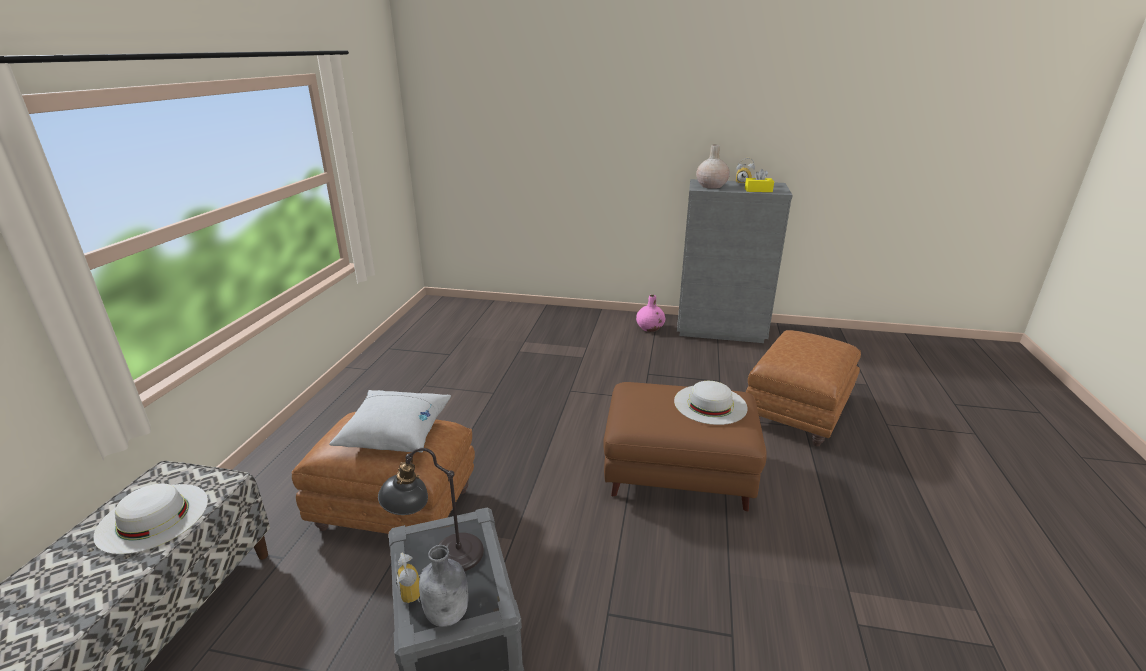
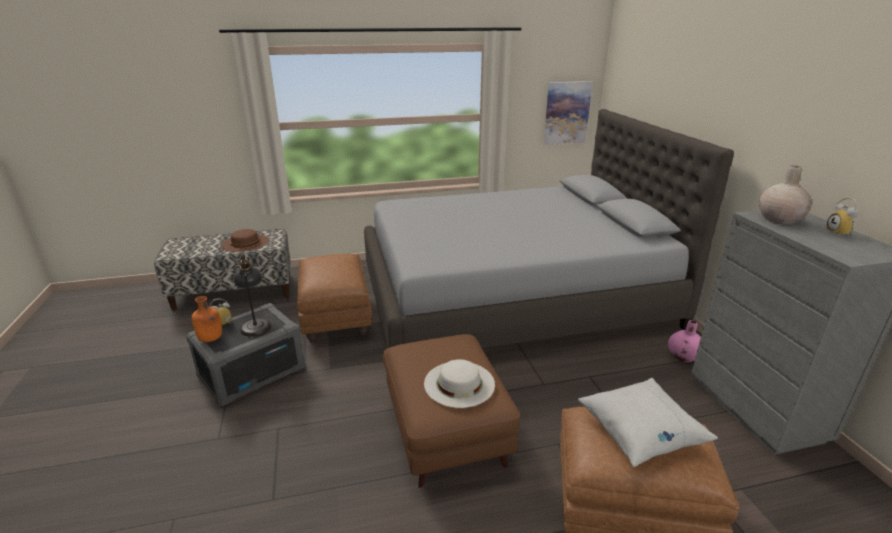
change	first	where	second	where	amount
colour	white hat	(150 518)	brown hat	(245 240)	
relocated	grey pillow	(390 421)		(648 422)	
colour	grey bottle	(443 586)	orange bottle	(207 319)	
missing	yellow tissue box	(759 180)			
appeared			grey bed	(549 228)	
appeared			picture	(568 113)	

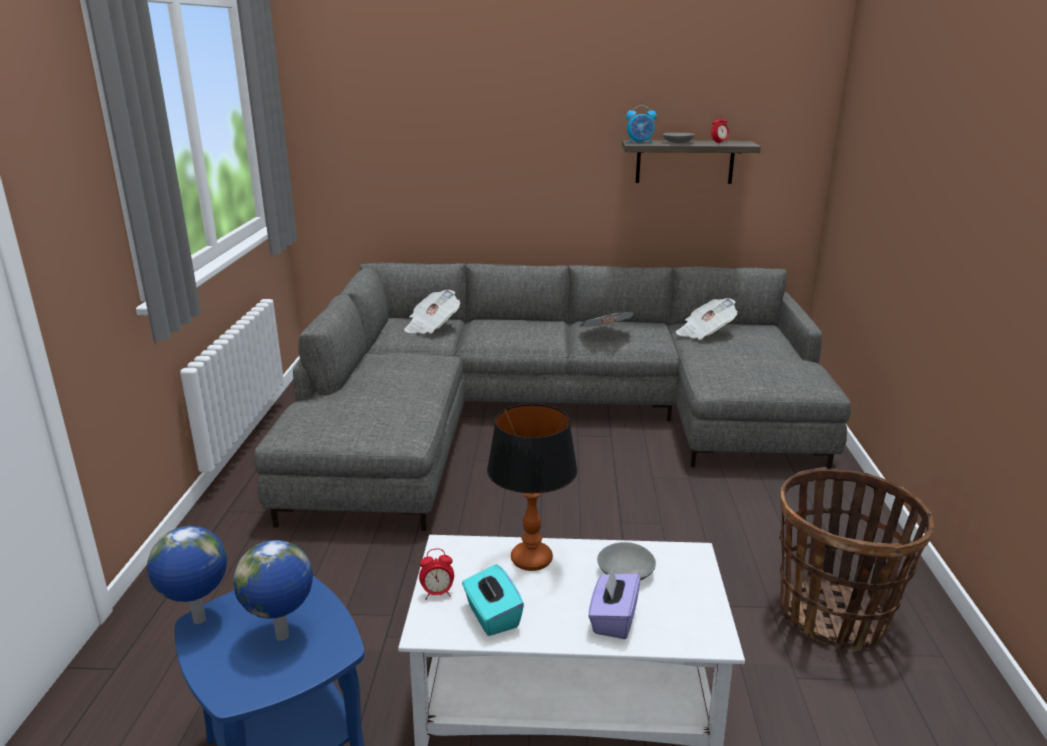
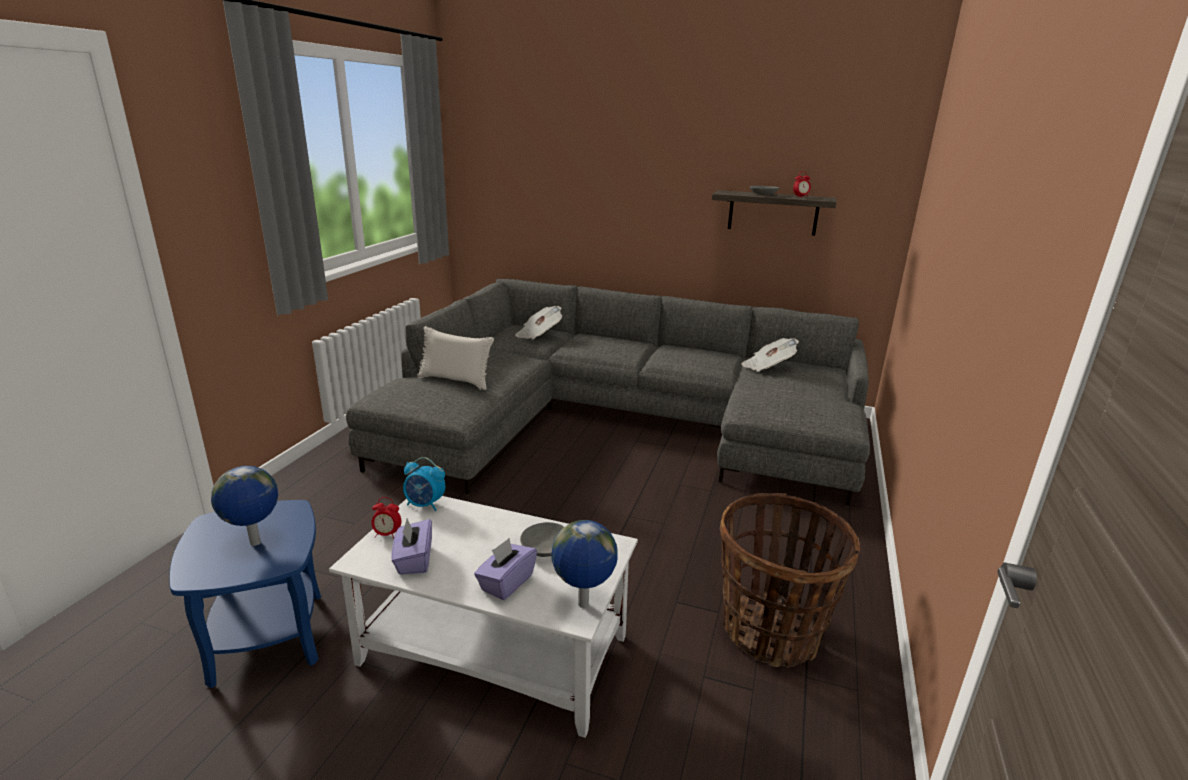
change	first	where	second	where	amount
relocated	globe	(187 575)		(584 564)	
colour	turquoise tissue box	(493 600)	purple tissue box	(411 547)	
missing	table lamp	(532 487)			
missing	newspaper	(606 319)			
relocated	alarm clock	(641 124)		(424 484)	
appeared			white pillow	(455 358)	

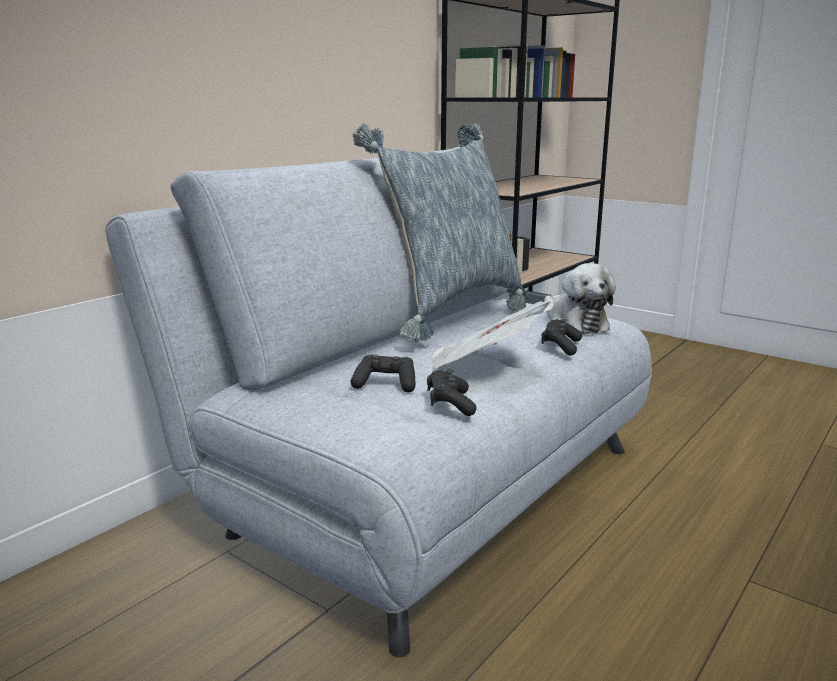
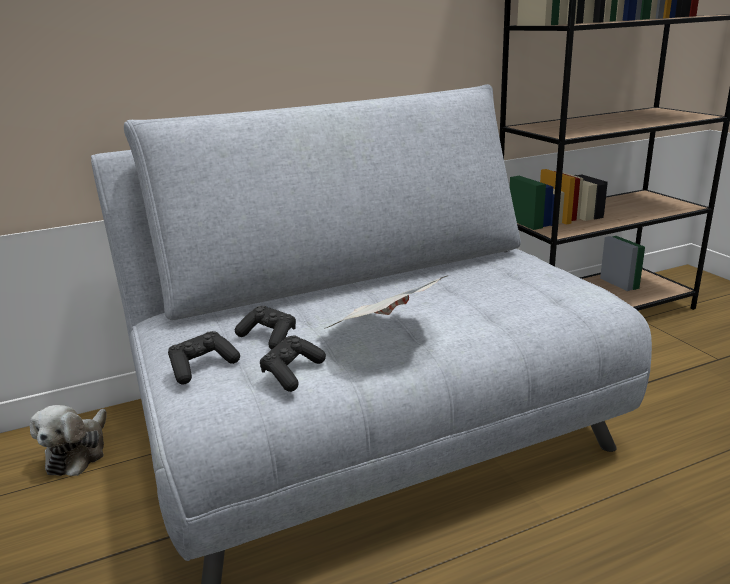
change	first	where	second	where	amount
missing	pillow	(440 232)			
relocated	black game controller	(561 337)		(204 358)	
relocated	plush toy	(580 299)		(68 440)	

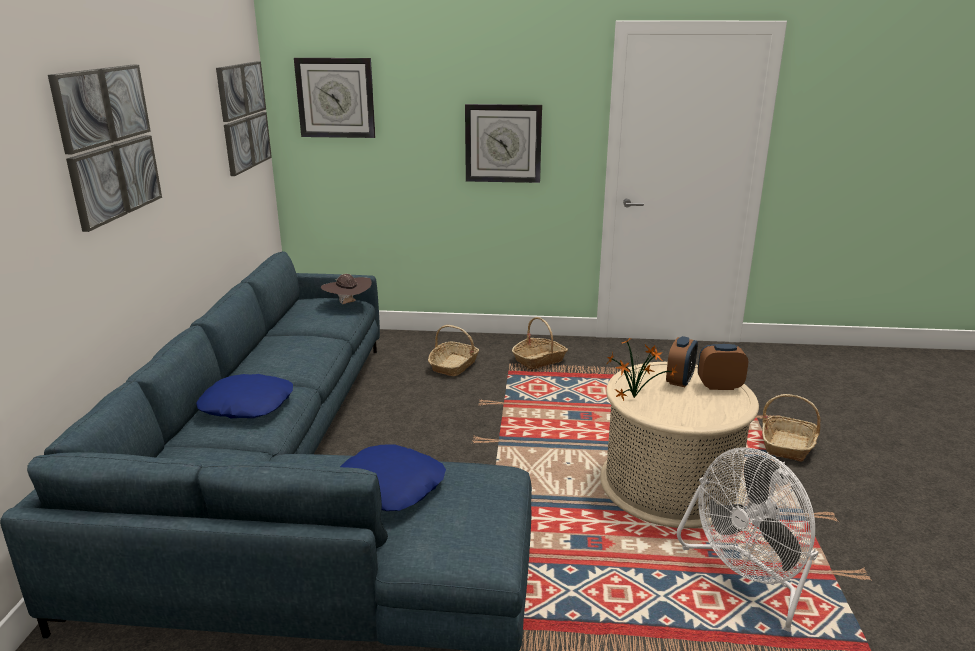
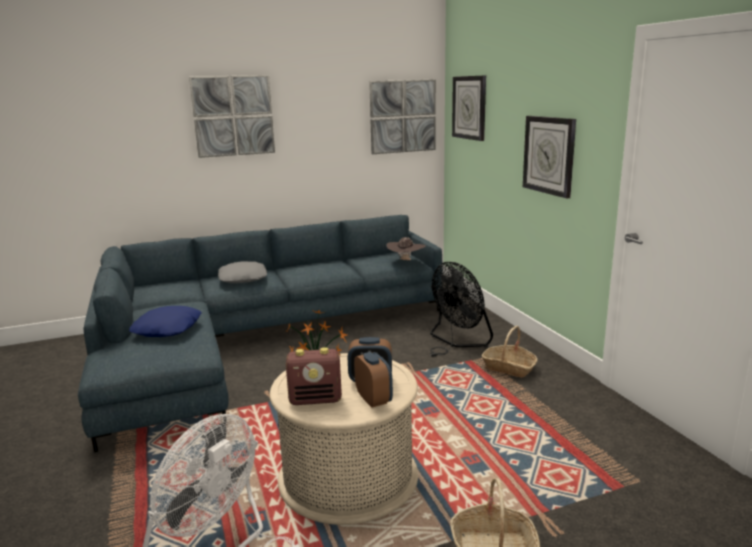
change	first	where	second	where	amount
colour	blue pillow	(244 396)	grey pillow	(242 272)	
exchanged	basket	(453 350)	black fan	(461 309)	
appeared			radio	(314 376)	

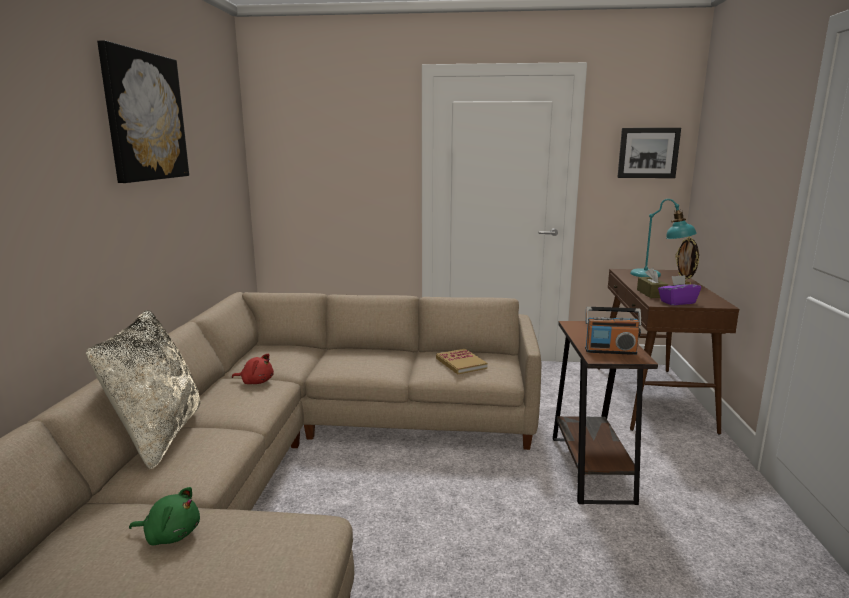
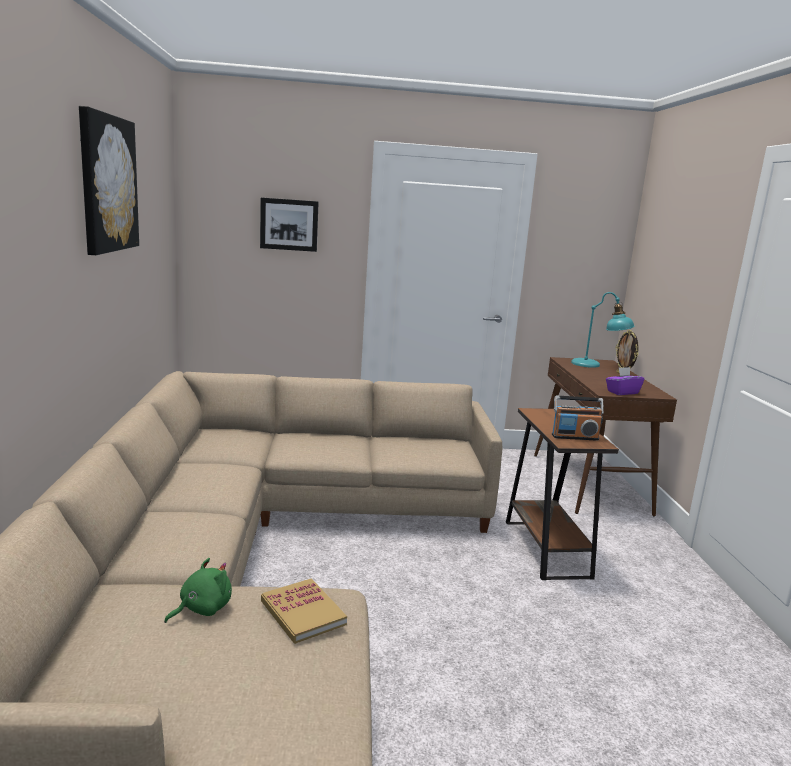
change	first	where	second	where	amount
missing	beige pillow	(143 389)			
spun	green plush toy	(164 516)		(198 590)	45 degrees counterclockwise
missing	red plush toy	(253 368)			
relocated	book	(462 361)		(304 611)	
relocated	picture	(649 153)		(289 224)	
missing	brown tissue box	(652 283)			

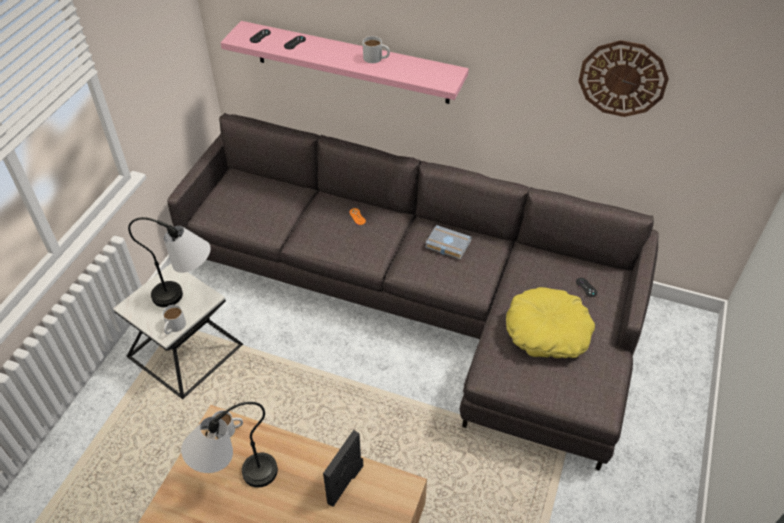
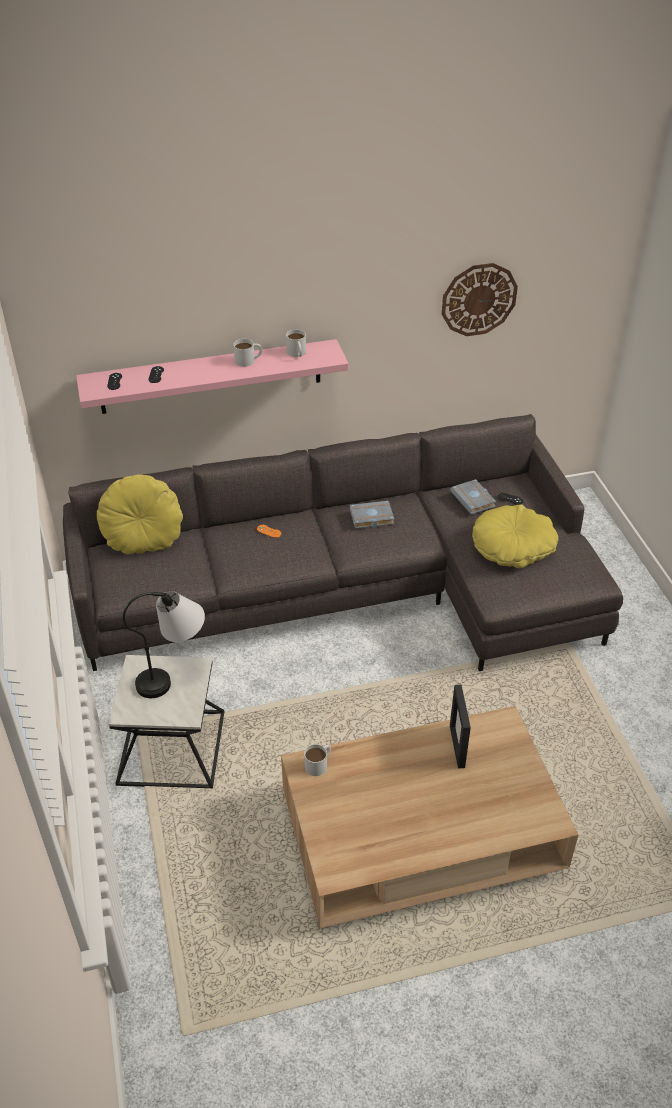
change	first	where	second	where	amount
relocated	white mug	(174 319)		(296 343)	
missing	table lamp	(229 445)			
appeared			yellow pillow	(140 514)	
appeared			grey book	(473 497)	

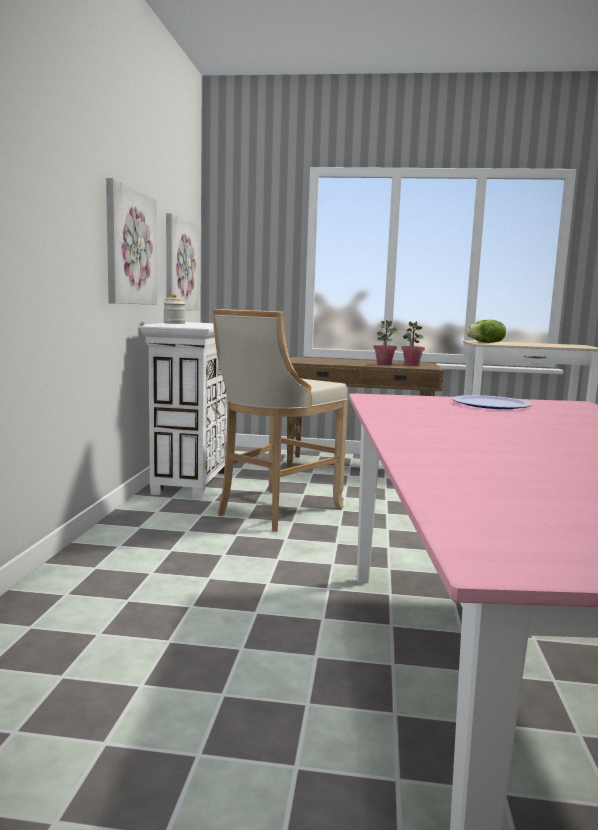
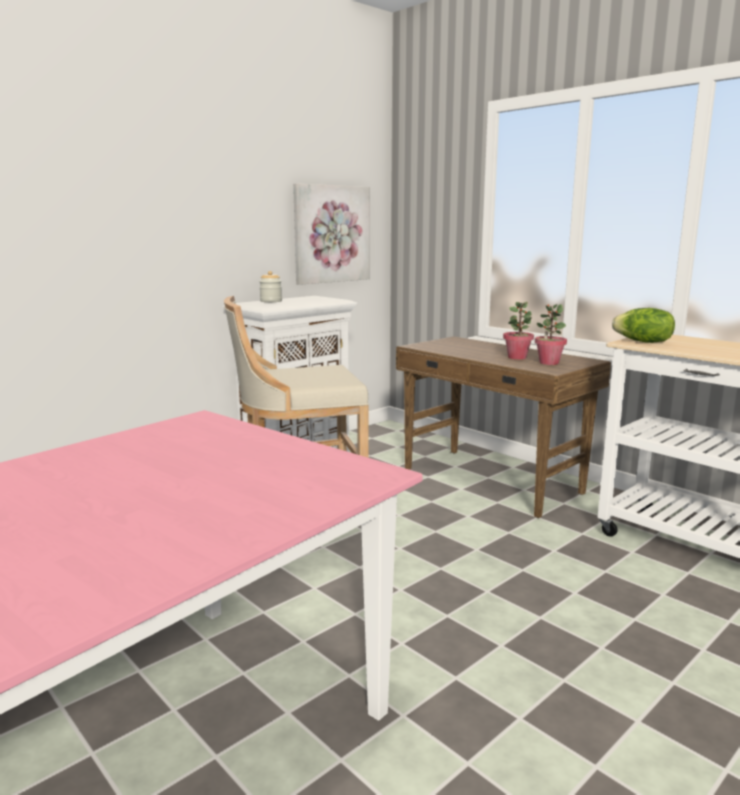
change	first	where	second	where	amount
missing	picture	(131 241)			
missing	plate	(492 402)			

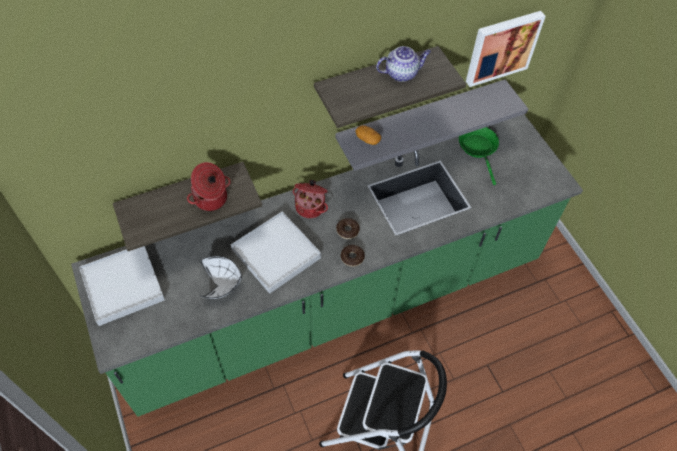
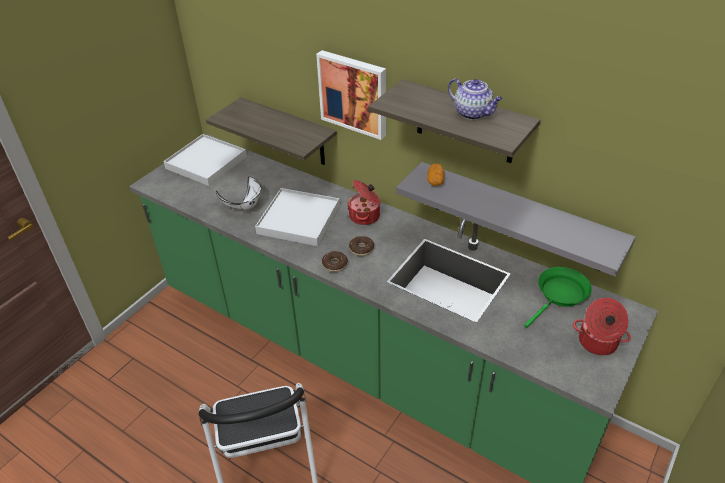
change	first	where	second	where	amount
relocated	cooking pot	(209 186)		(602 326)	
relocated	picture	(506 49)		(351 95)	

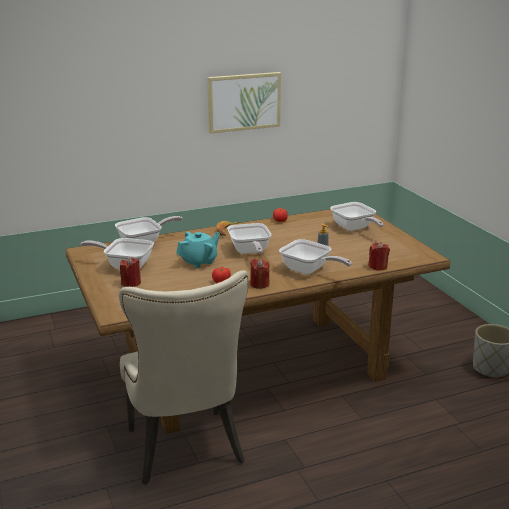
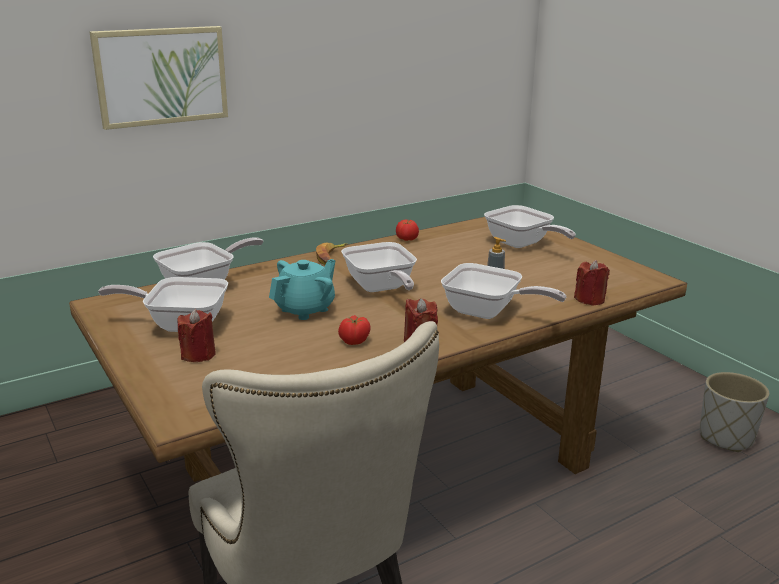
change	first	where	second	where	amount
relocated	picture	(244 102)		(159 78)	

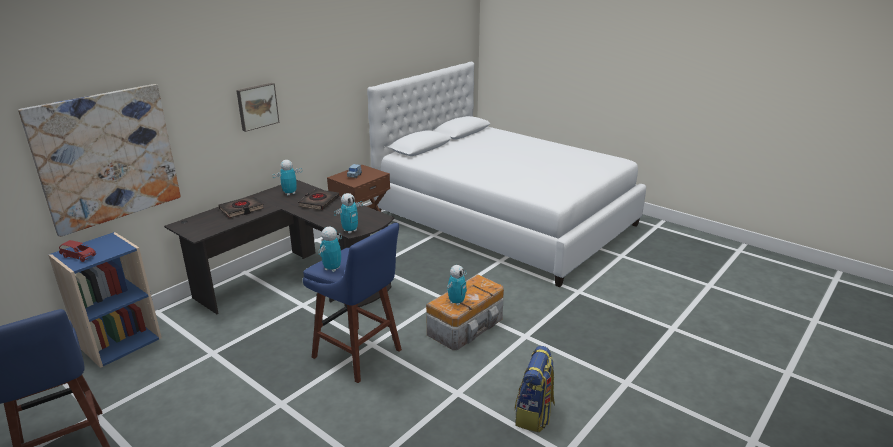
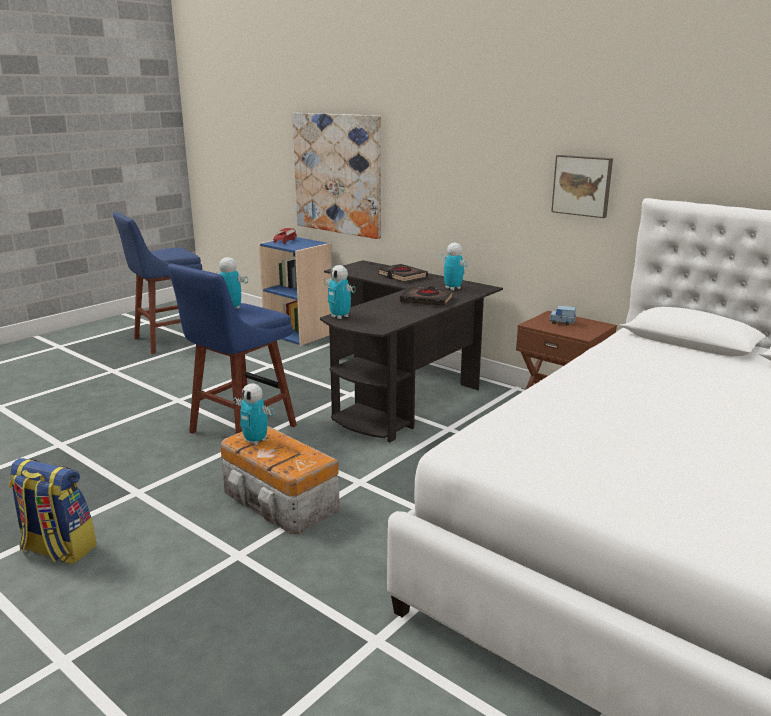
change	first	where	second	where	amount
relocated	picture	(257 107)		(582 186)	

